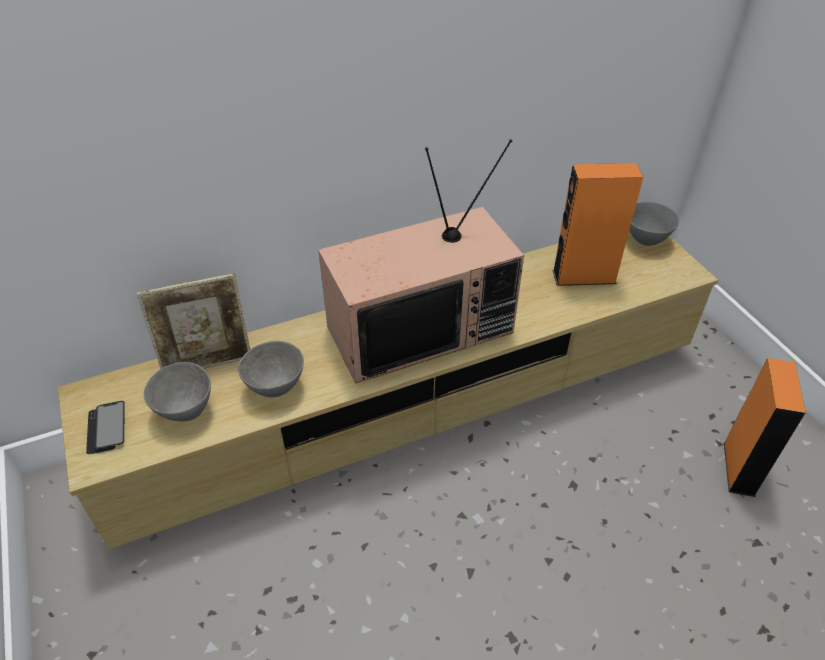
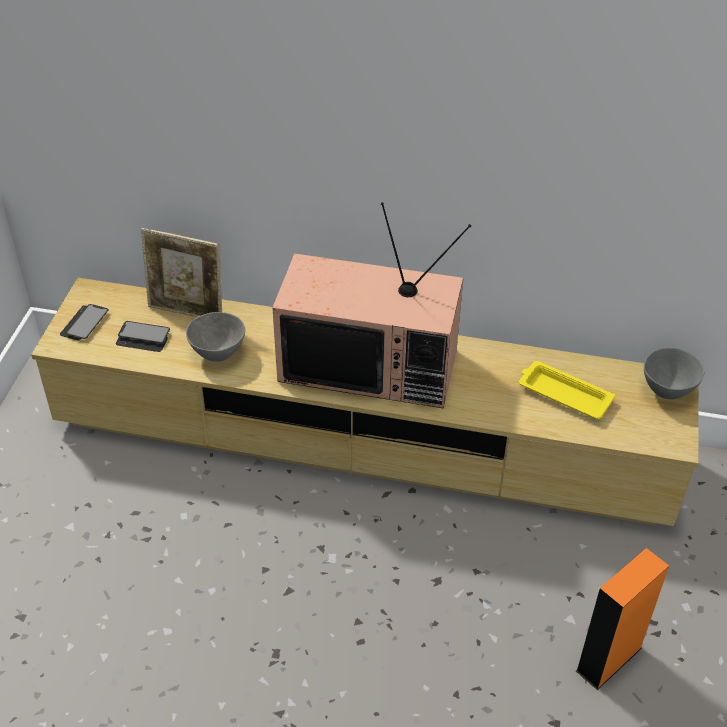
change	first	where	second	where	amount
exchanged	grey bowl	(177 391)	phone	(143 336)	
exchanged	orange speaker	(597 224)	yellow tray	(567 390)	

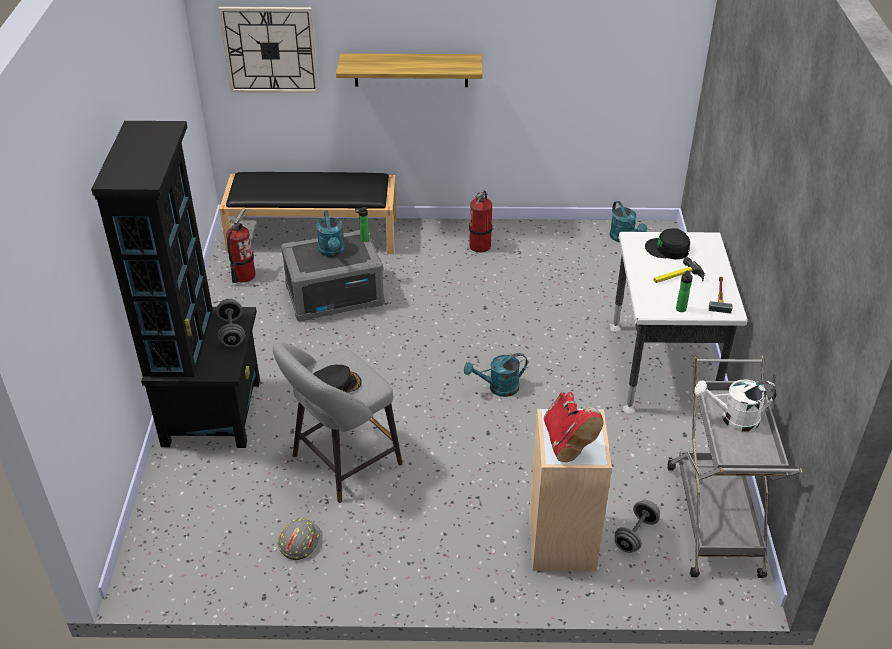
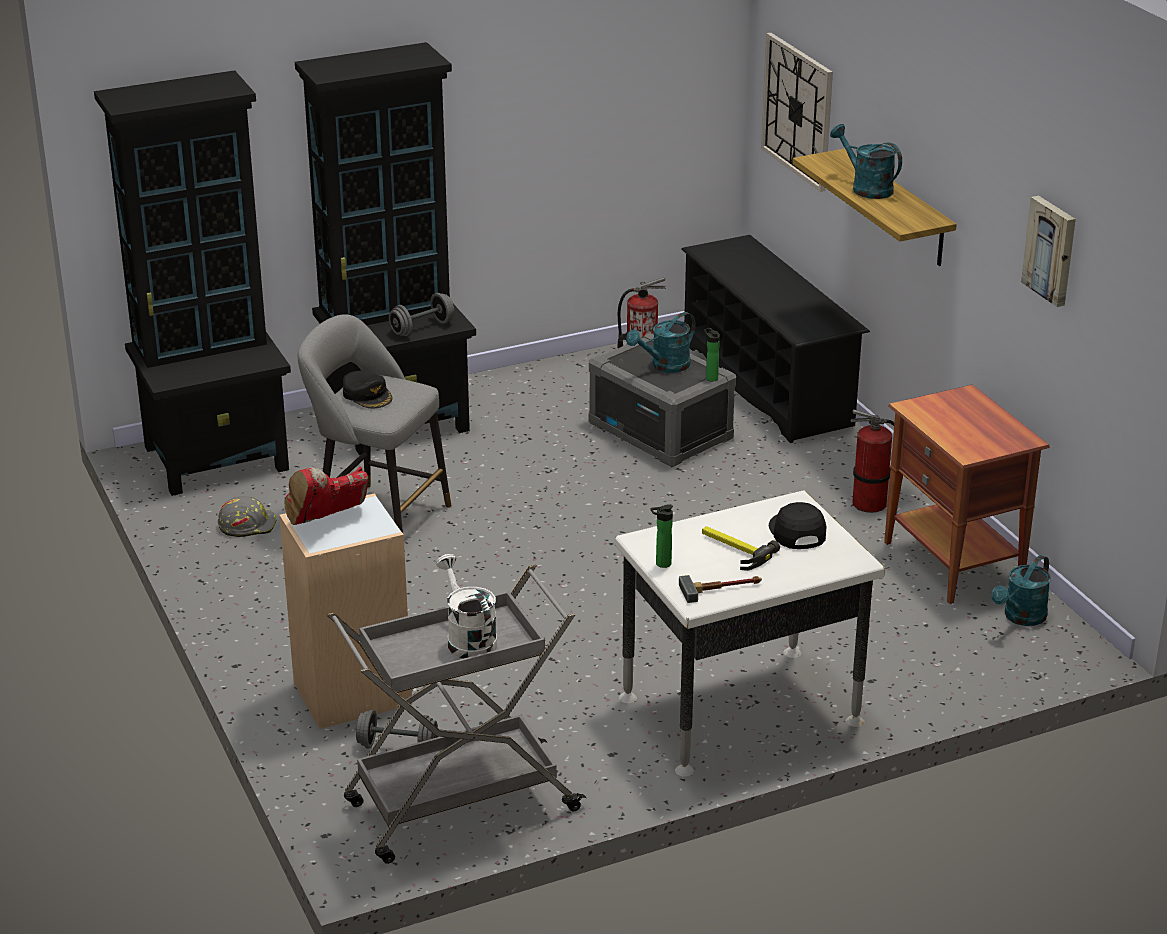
change	first	where	second	where	amount
exchanged	black bench	(308 213)	black shoe rack	(775 339)	
relocated	turquoise watering can	(495 375)		(866 161)	
appeared			black cabinet	(192 283)	
appeared			nightstand	(967 494)	
appeared			picture	(1048 251)	

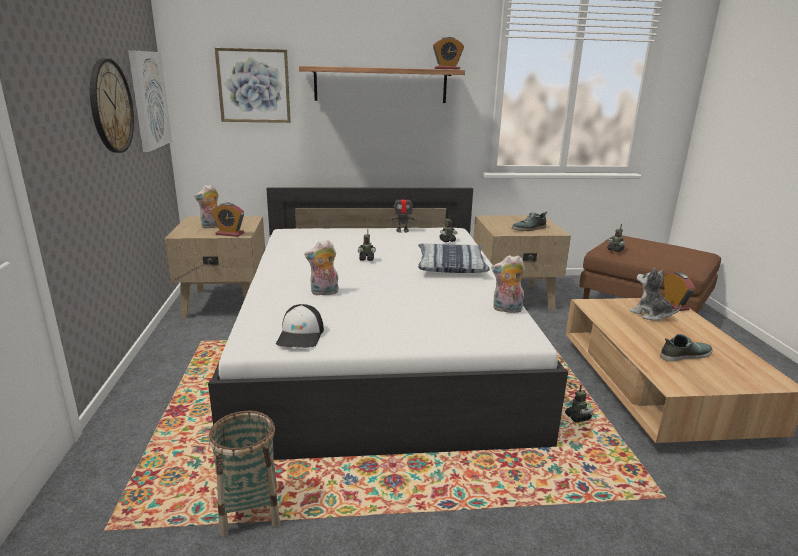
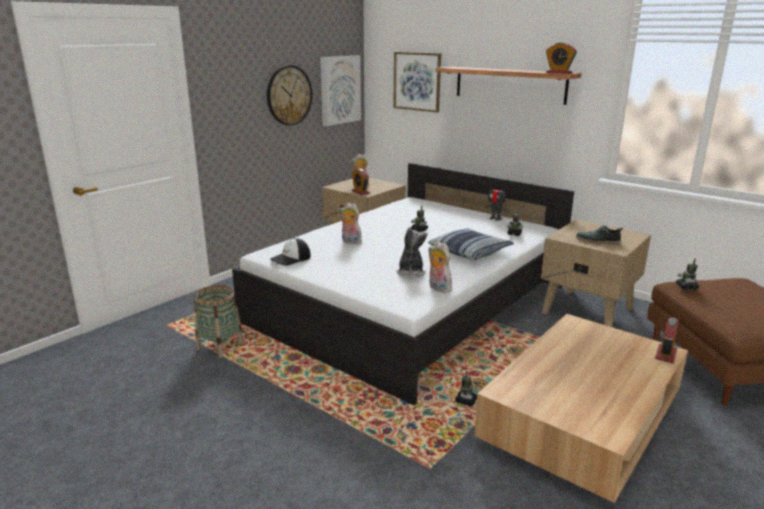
change	first	where	second	where	amount
relocated	plush toy	(655 294)		(411 252)	
missing	shoe	(686 348)			

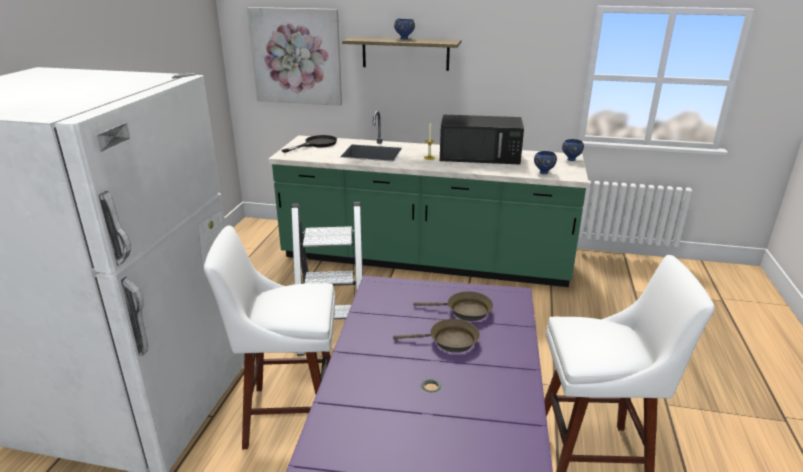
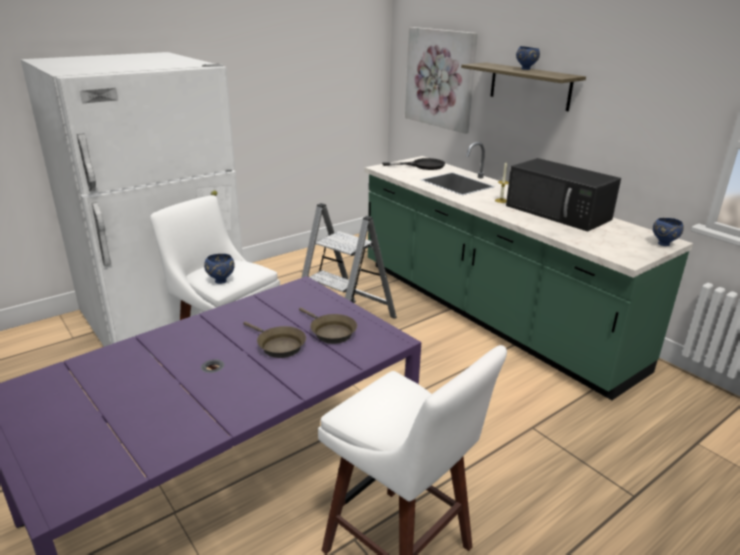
change	first	where	second	where	amount
relocated	blue bowl	(545 162)		(219 269)	

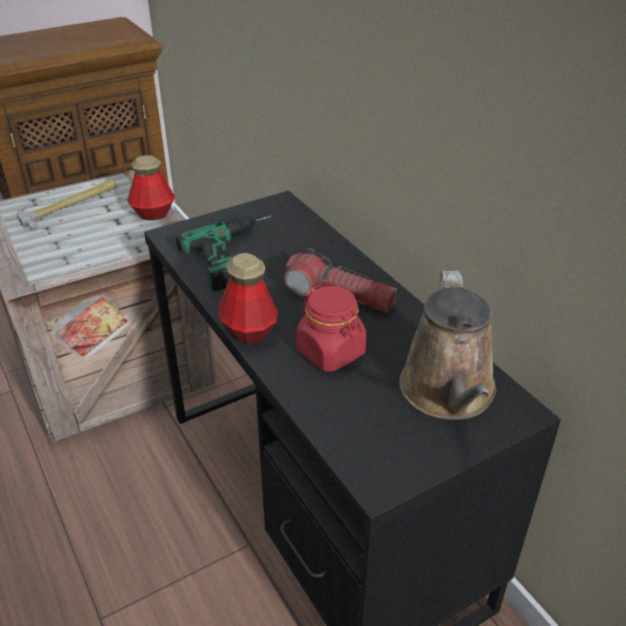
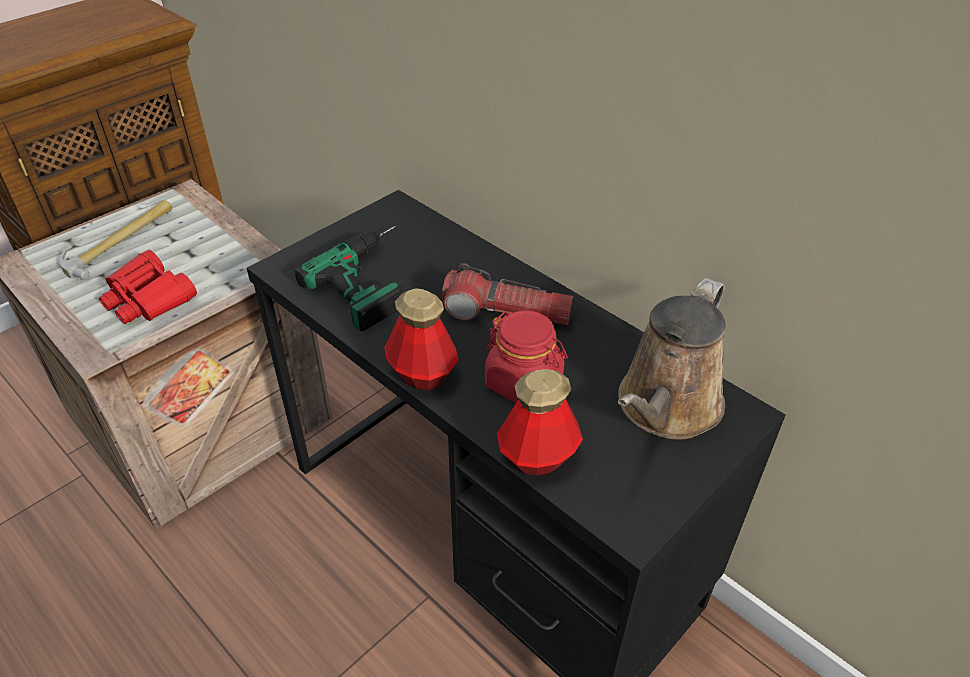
change	first	where	second	where	amount
relocated	bottle	(151 187)		(540 422)	
spun	brown watering can	(447 345)		(672 359)	45 degrees clockwise
appeared			red binoculars	(148 287)	

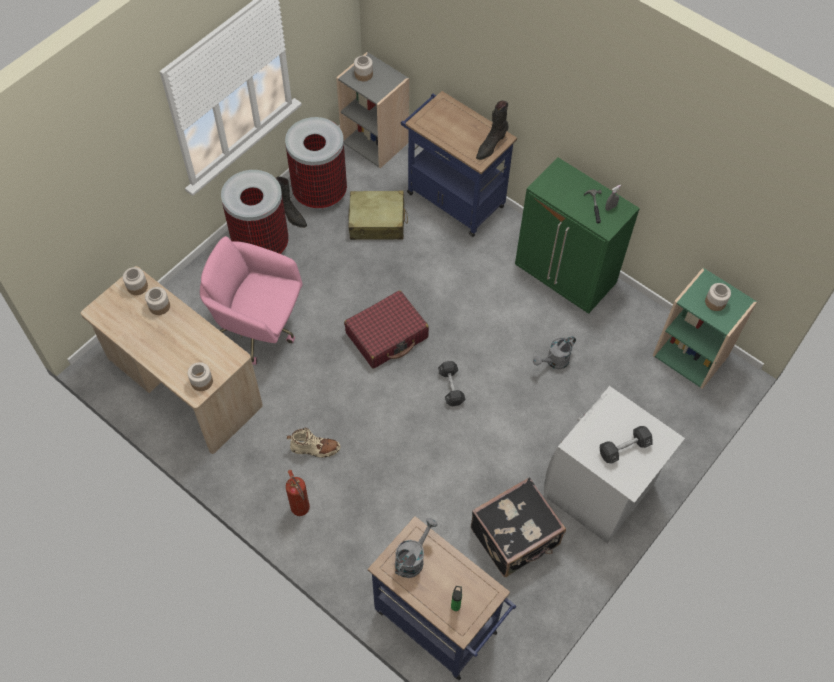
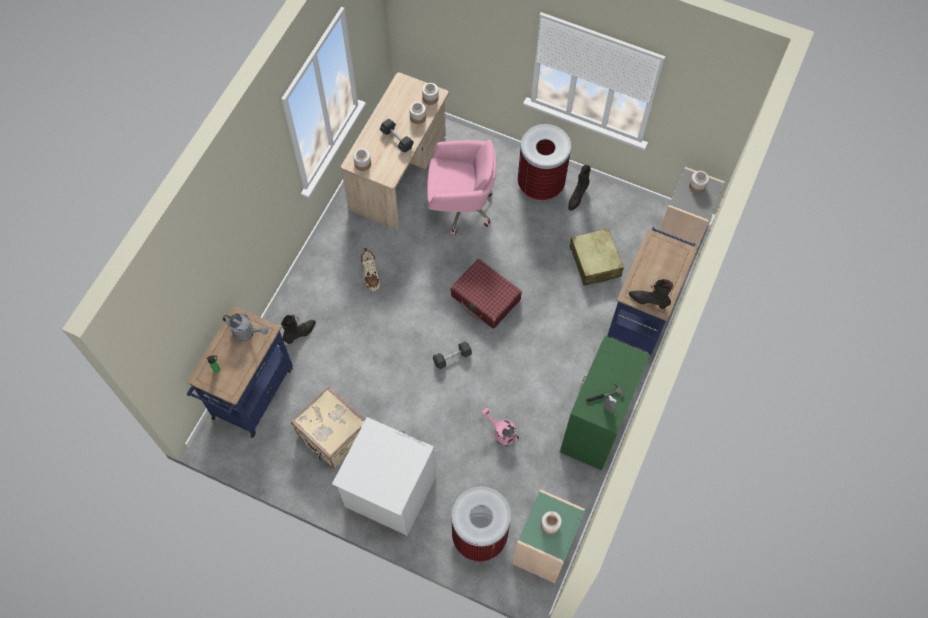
change	first	where	second	where	amount
spun	pink office chair	(251 300)		(461 187)	90 degrees clockwise
relocated	trash can	(316 164)		(481 524)	
missing	fire extinguisher	(298 493)			
colour	black suitcase	(518 527)	beige suitcase	(328 427)	
colour	grey watering can	(554 352)	pink watering can	(500 427)	
relocated	black dumbbell	(626 445)		(397 135)	
appeared			black boot	(298 329)	

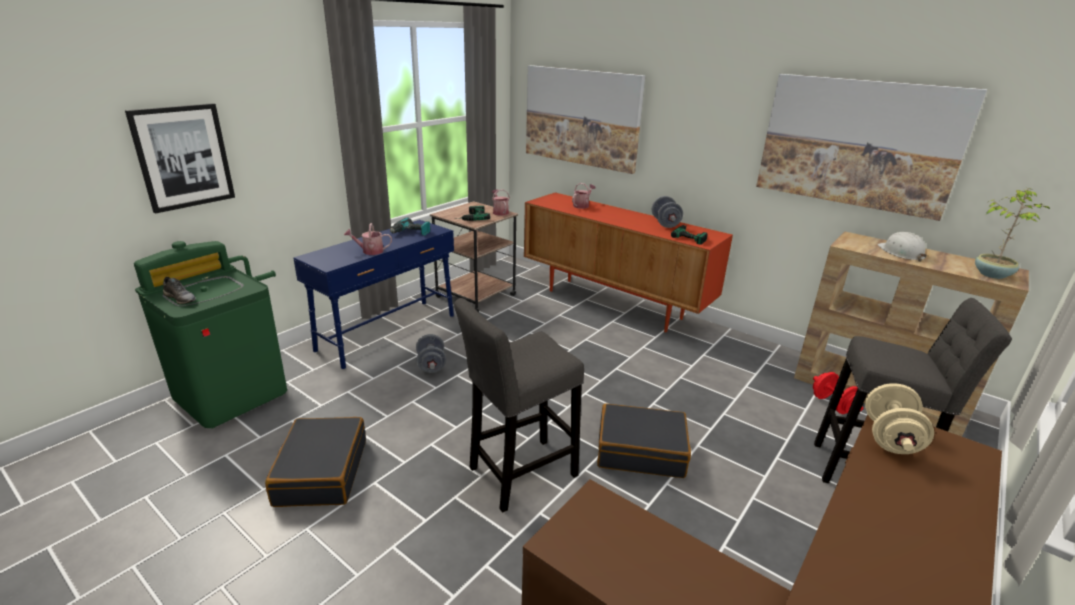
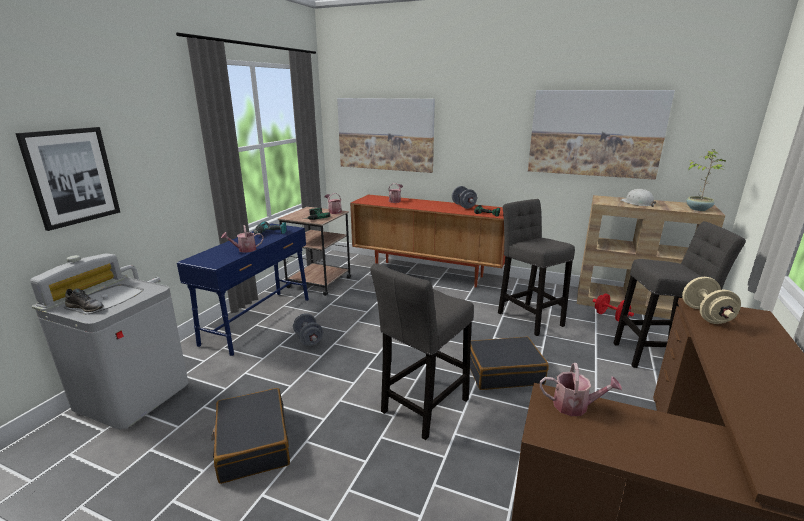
change	first	where	second	where	amount
colour	green washing machine	(210 334)	grey washing machine	(109 341)	
appeared			grey stool	(536 267)	
appeared			watering can	(581 389)	

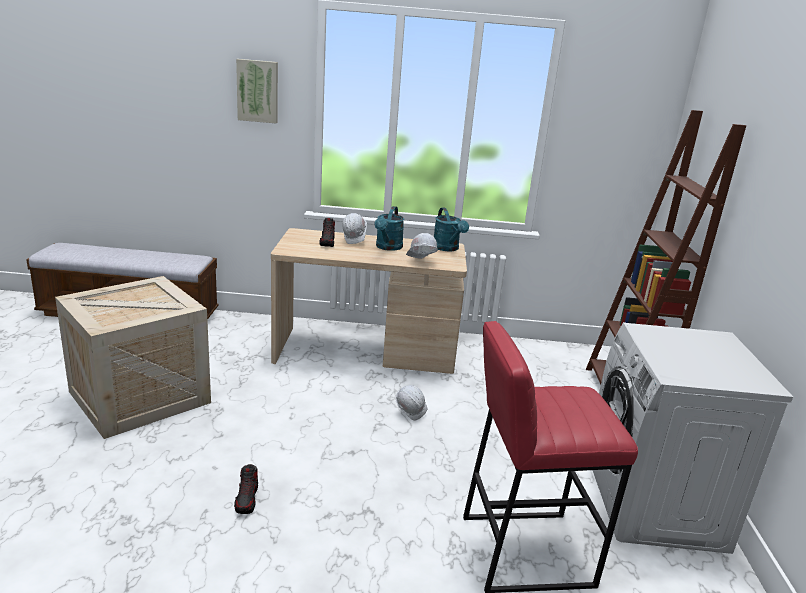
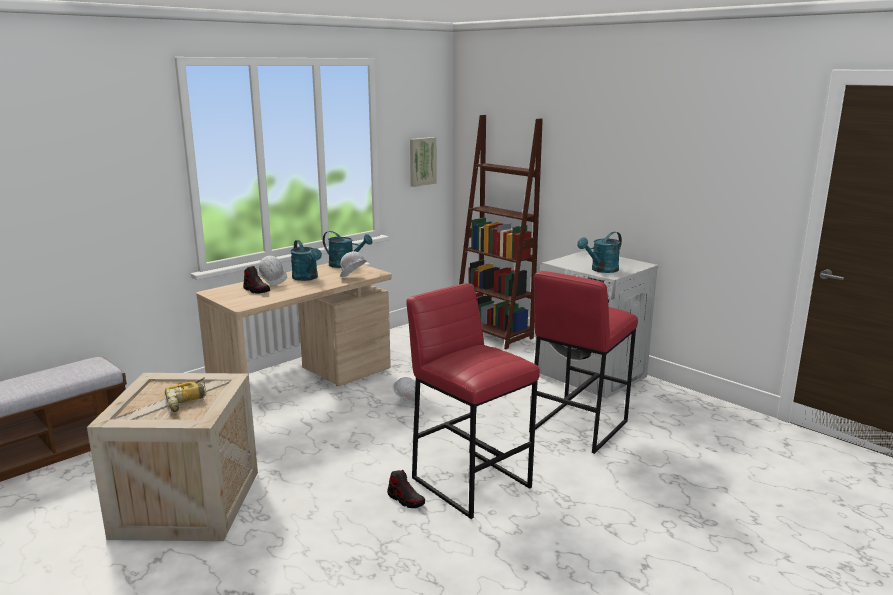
change	first	where	second	where	amount
relocated	picture	(257 91)		(423 162)	
appeared			power drill	(185 394)	
appeared			red stool	(473 401)	
appeared			turquoise watering can	(599 252)	

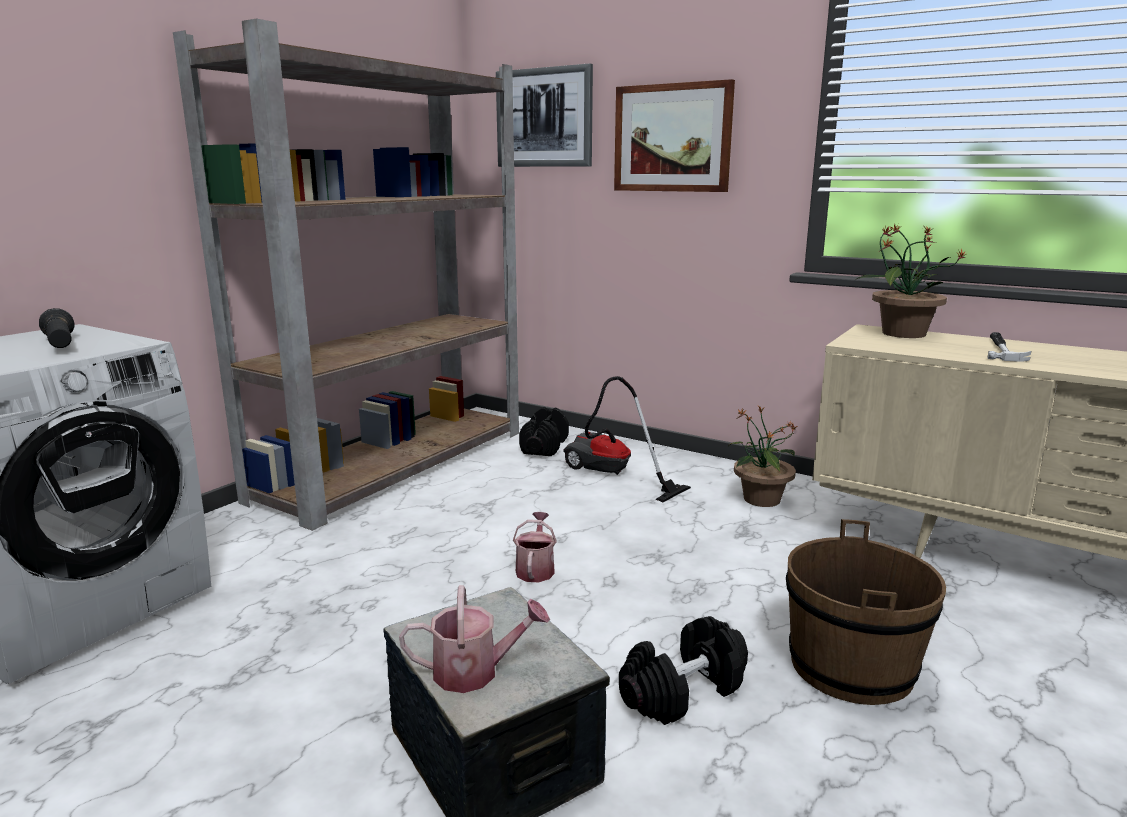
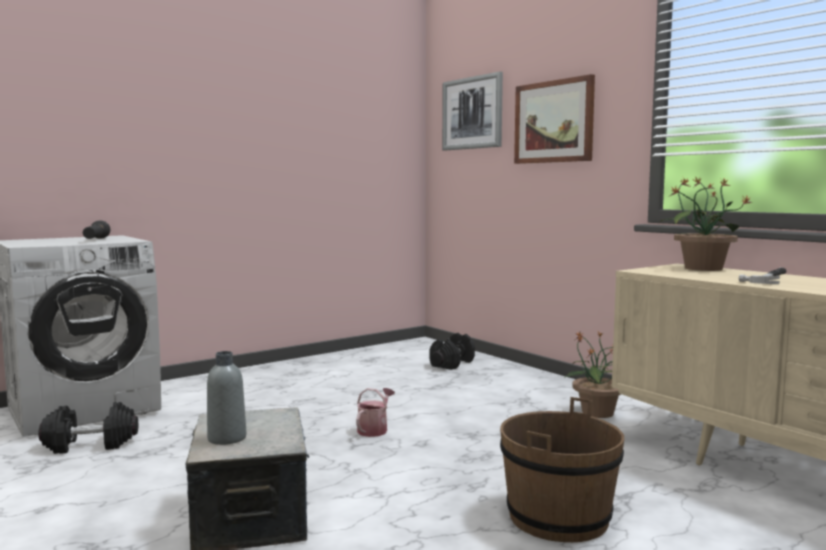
change	first	where	second	where	amount
missing	brown bookcase	(346 275)			
exchanged	watering can	(474 639)	grey bottle	(226 398)	
missing	vacuum cleaner	(627 439)			
relocated	black dumbbell	(683 670)		(88 428)	

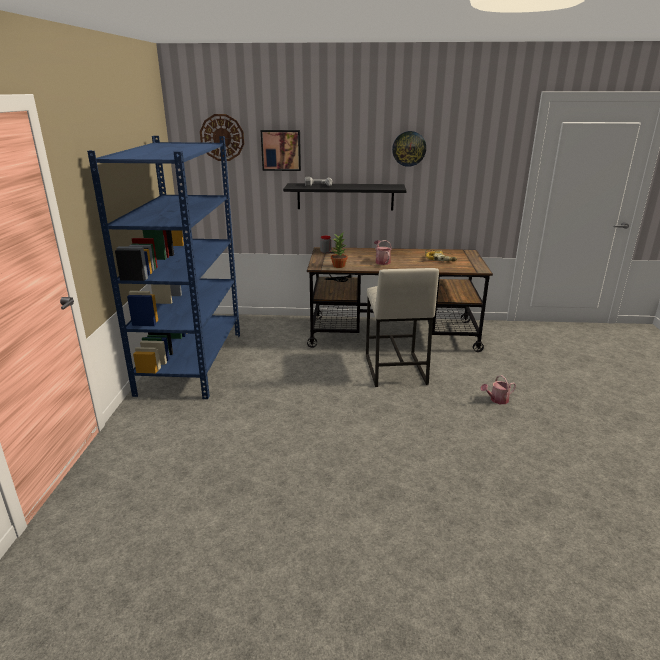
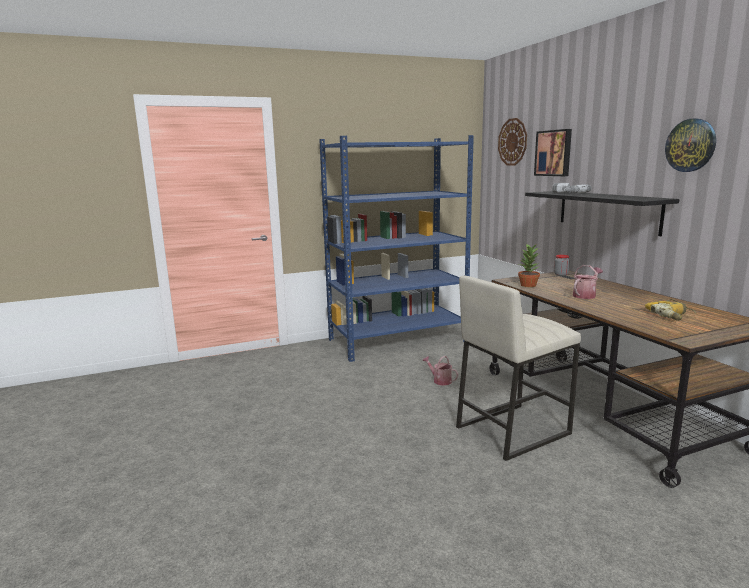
change	first	where	second	where	amount
relocated	watering can	(498 389)		(440 371)	

